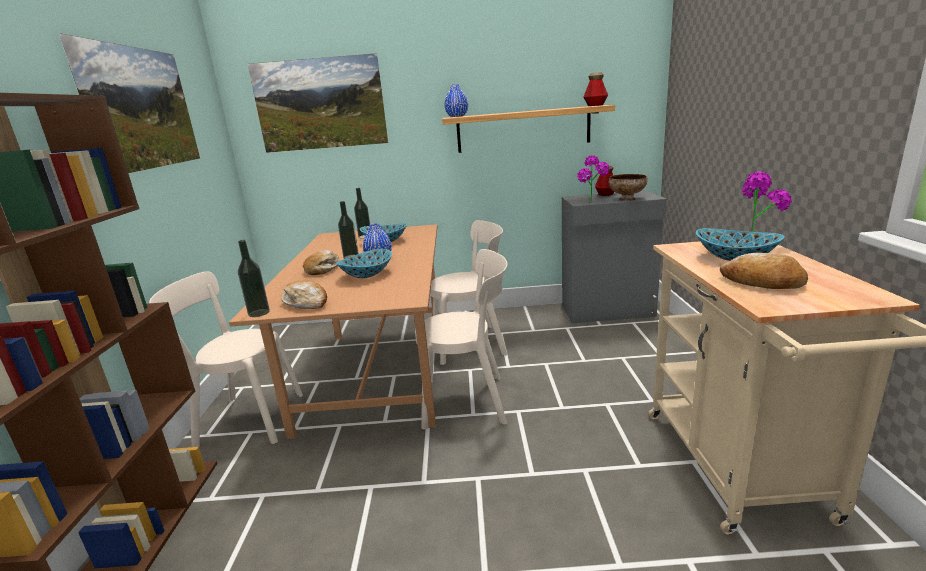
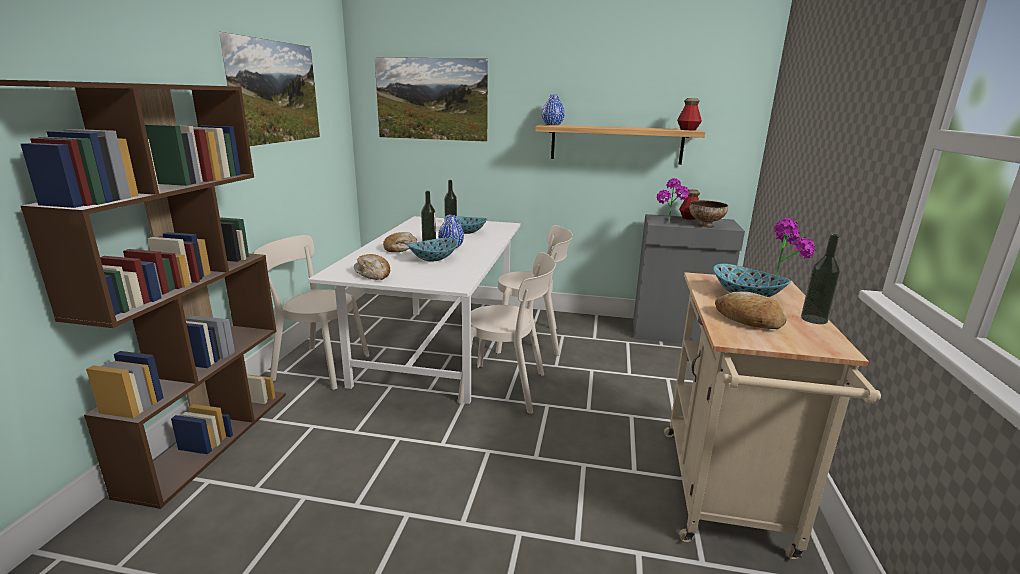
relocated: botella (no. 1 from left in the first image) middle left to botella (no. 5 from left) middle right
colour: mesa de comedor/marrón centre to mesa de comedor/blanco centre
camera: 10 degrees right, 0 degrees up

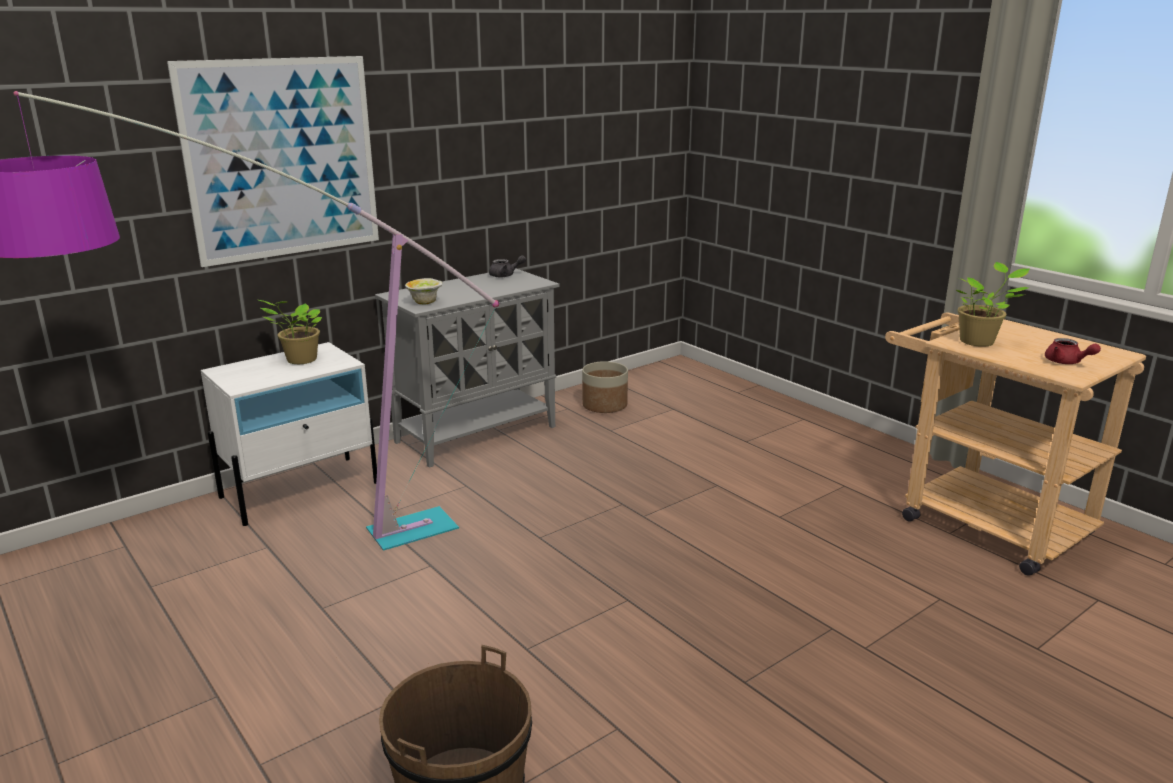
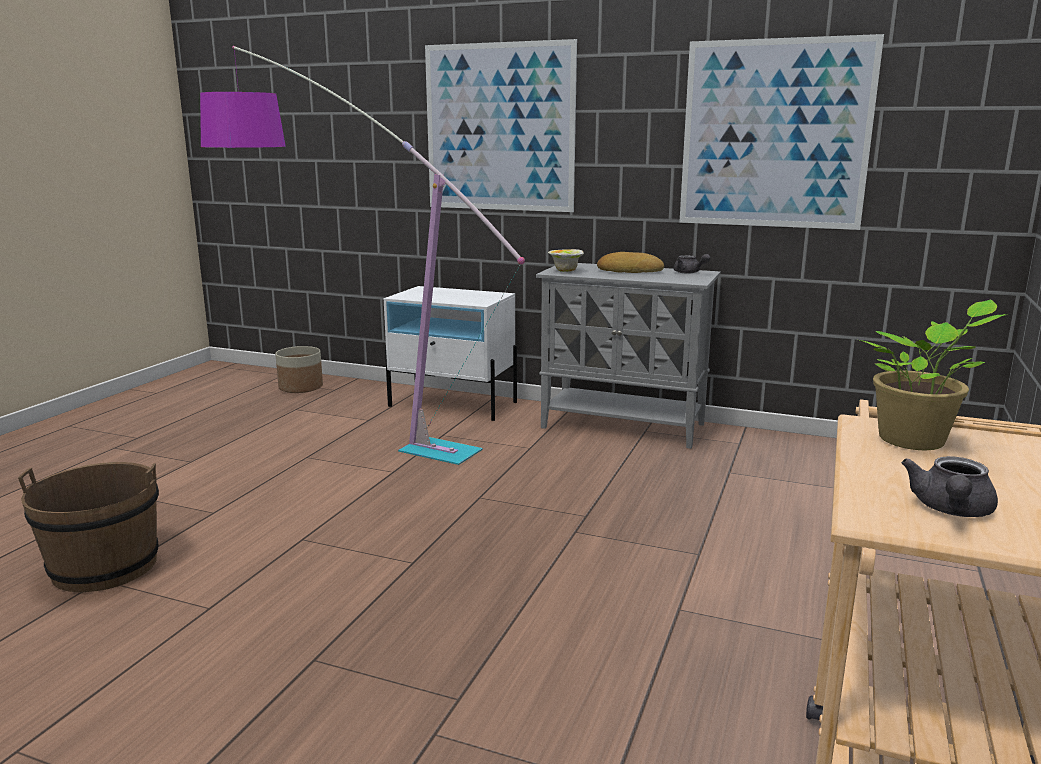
missing: planta en maceta (no. 1 from left) middle left
appeared: pan centre; cuadro (no. 2 from left) top right
relocated: maceta centre to middle left
colour: tetera/rojo middle right to tetera/gris (no. 2 from left) middle right
camera: 60 degrees right, 5 degrees down

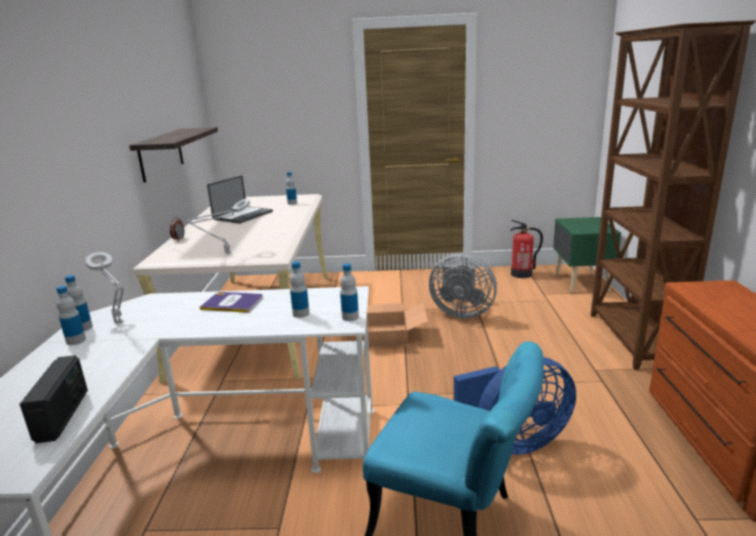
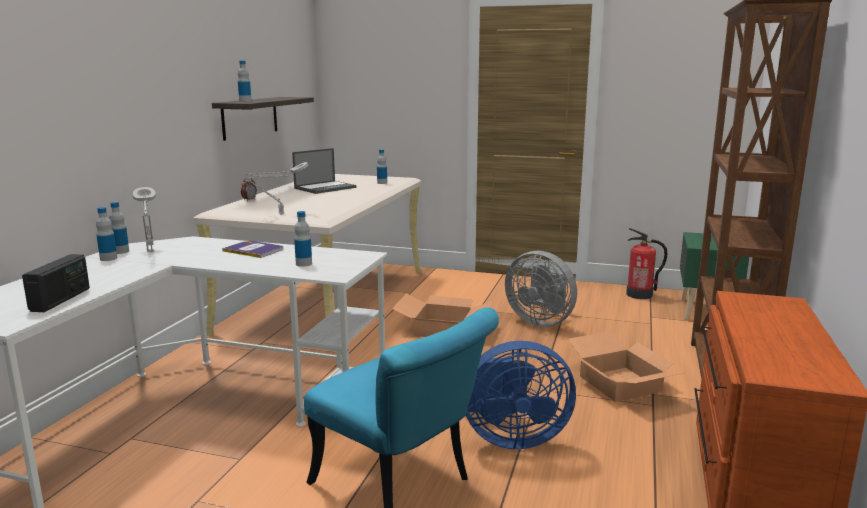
appeared: caja de cartón (no. 2 from left) bottom right
relocated: botella (no. 5 from left in the first image) centre to botella (no. 3 from left) top left
camera: 15 degrees right, 5 degrees down

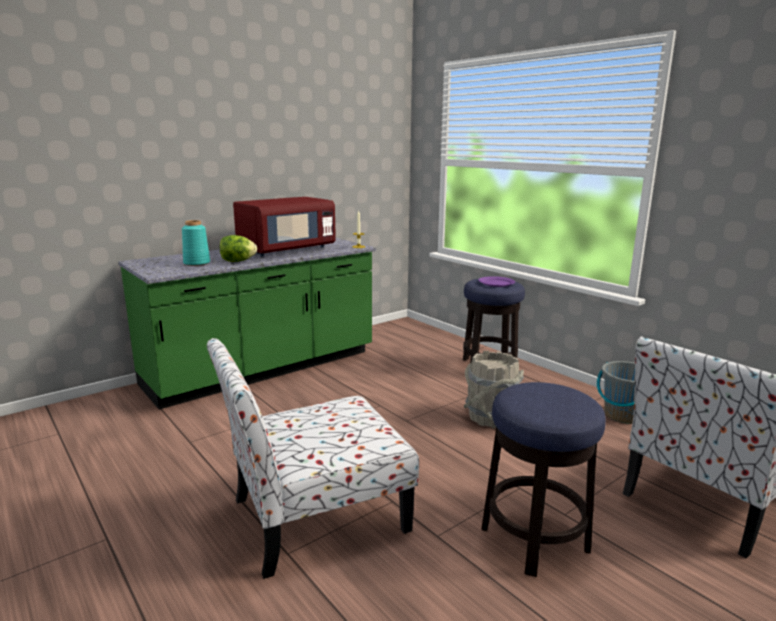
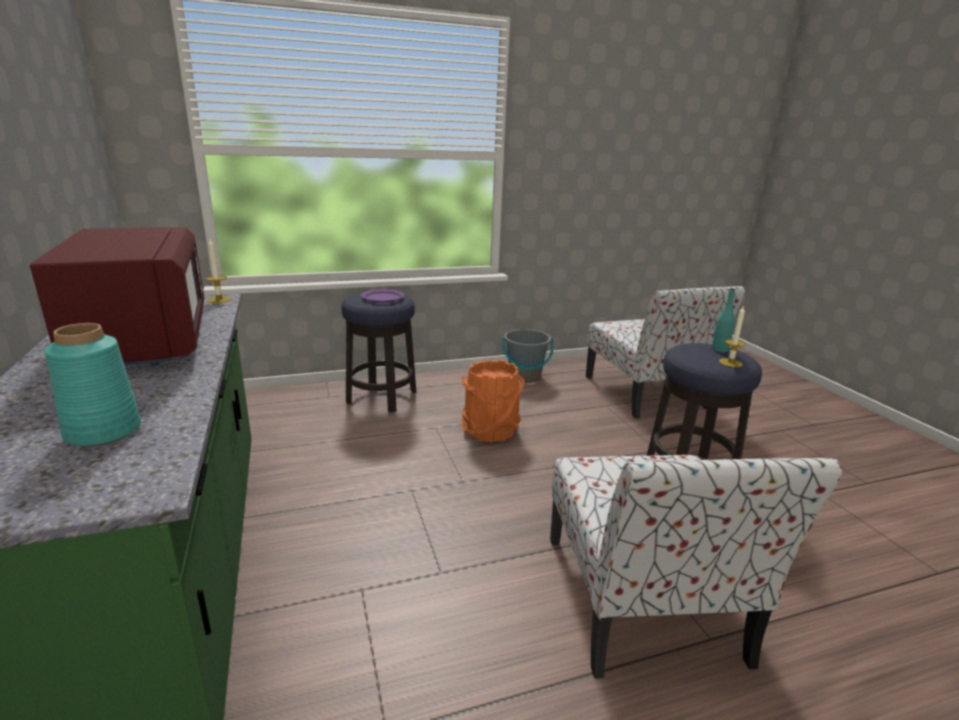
missing: lechuga middle left
appeared: botella/turquesa middle right; vela (no. 2 from left) middle right
colour: cubo/gris (no. 1 from left) centre to cubo/naranja centre
camera: 70 degrees left, 5 degrees up

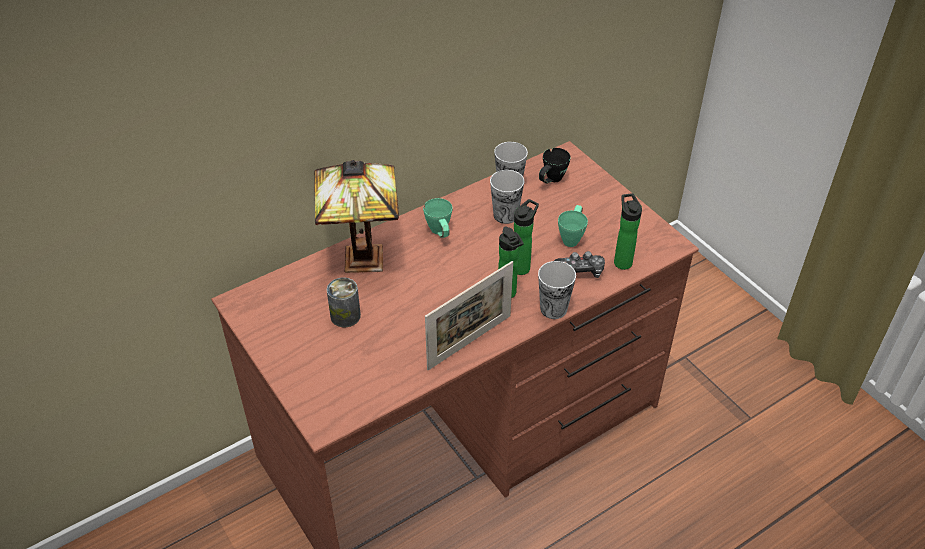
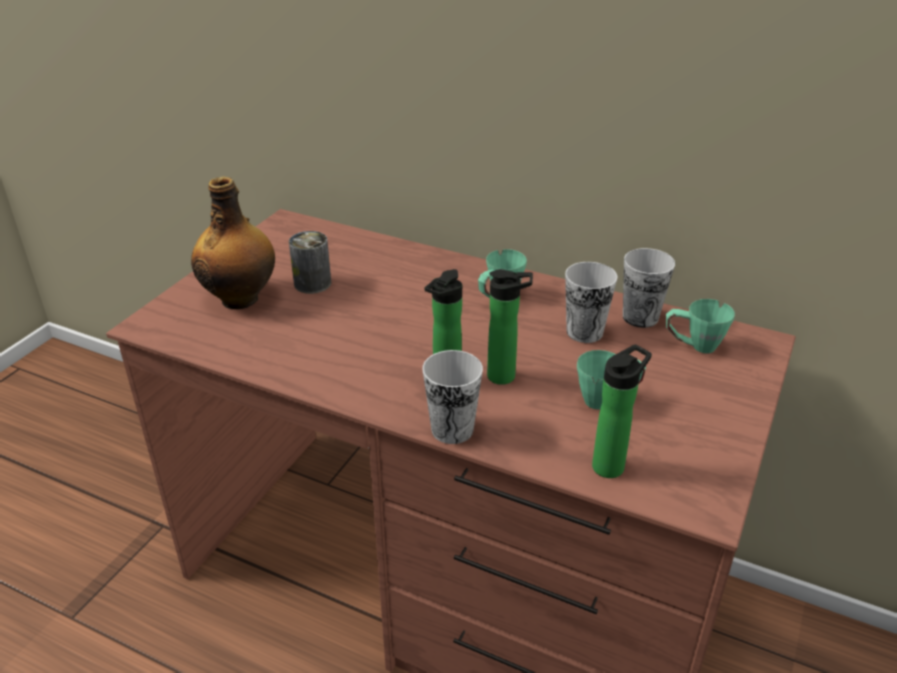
missing: lámpara de mesa centre; portarretratos centre; mando de consola centre
appeared: botella (no. 1 from left) middle left
colour: taza grande/negro top centre to taza grande/verde (no. 3 from left) middle right
camera: 60 degrees right, 10 degrees down

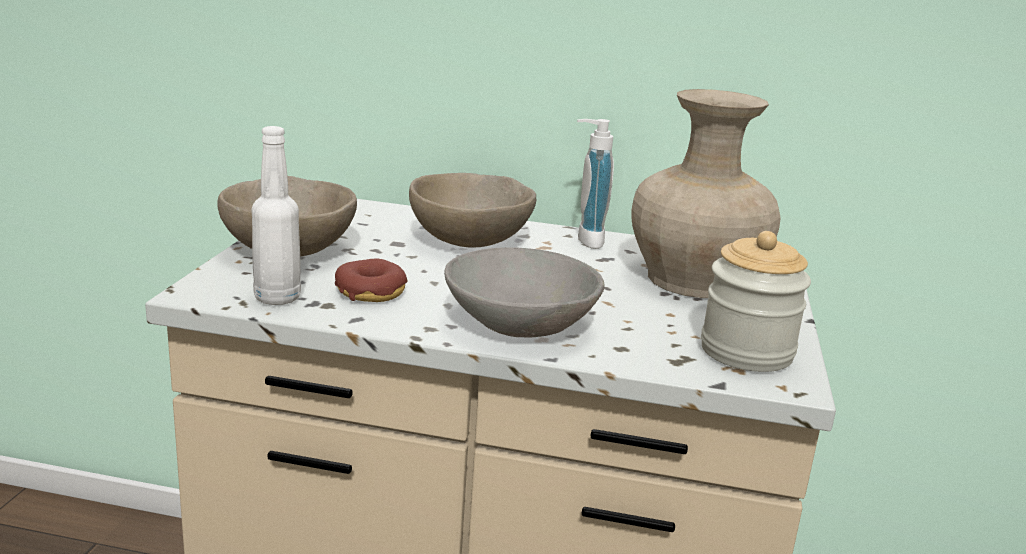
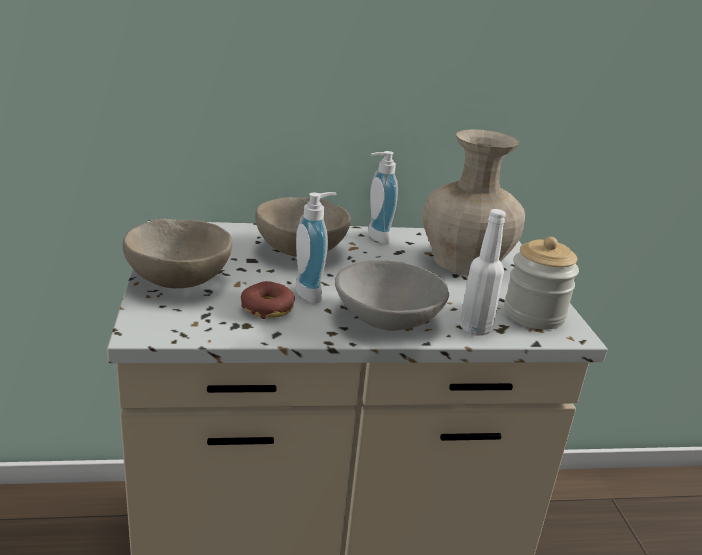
appeared: dispensador de jabón (no. 1 from left) centre
relocated: botella/blanco middle left to middle right
camera: 20 degrees left, 5 degrees up

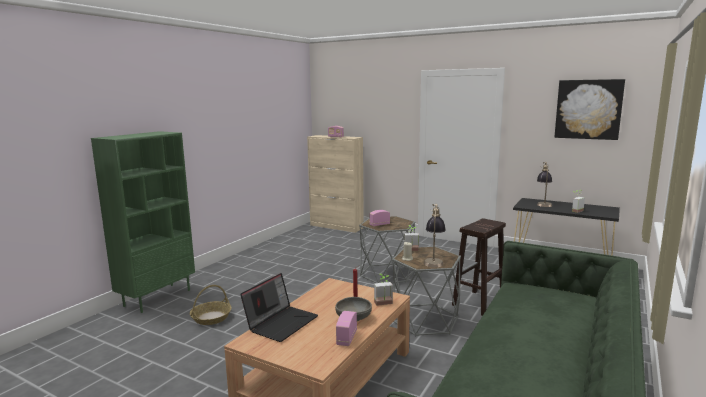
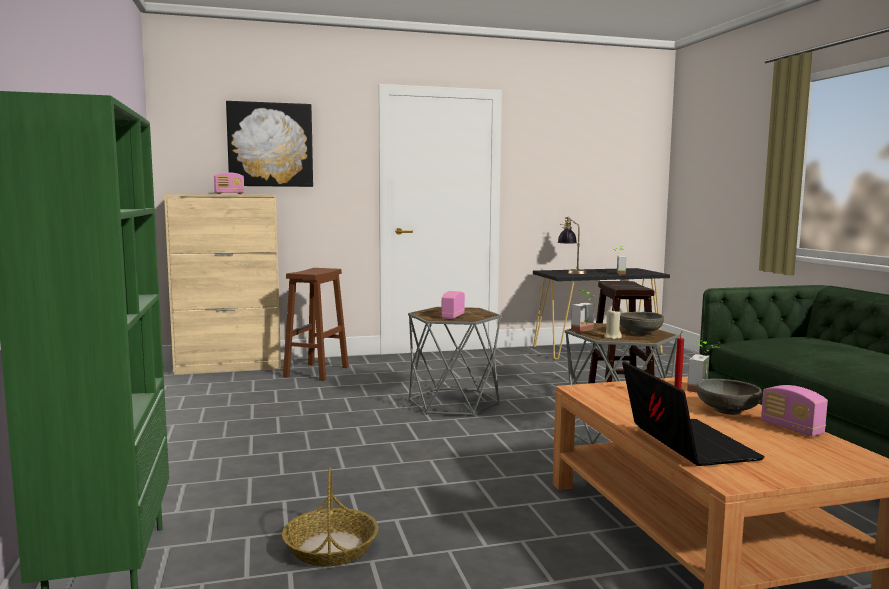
appeared: taburete/marrón (no. 1 from left) centre
relocated: cuadro top right to top left
exchanged: lámpara de mesa (no. 1 from left) centre to cuenco/gris (no. 1 from left) middle right
camera: 45 degrees left, 5 degrees down

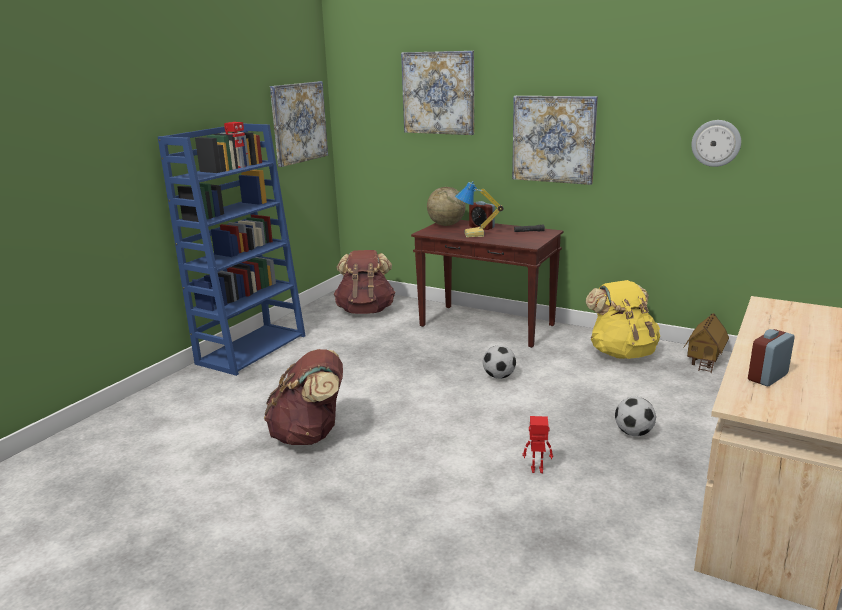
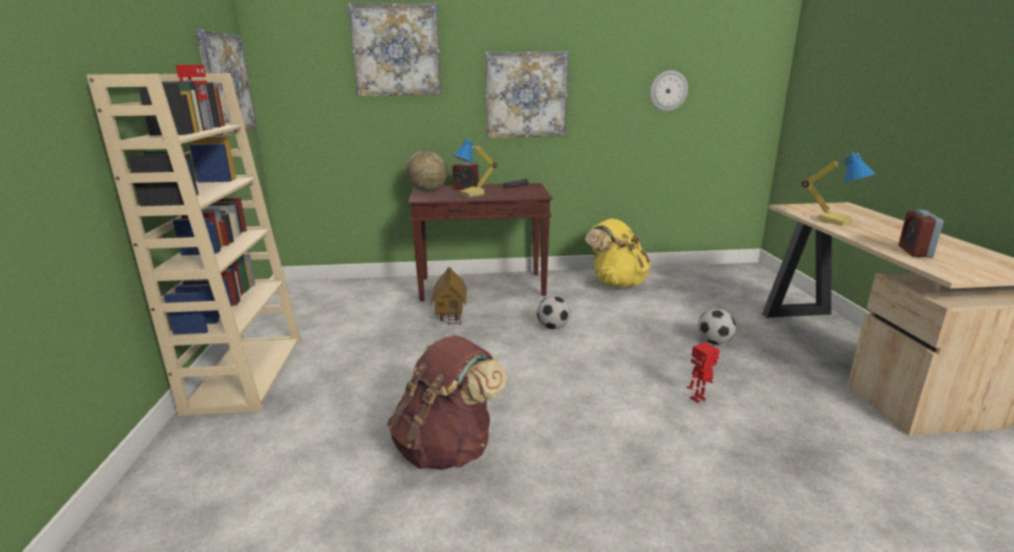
missing: mochila/marrón (no. 2 from left) centre
appeared: lámpara de mesa (no. 2 from left) middle right
relocated: casita middle right to centre
colour: estantería/azul middle left to estantería/beis middle left
camera: 35 degrees left, 0 degrees up

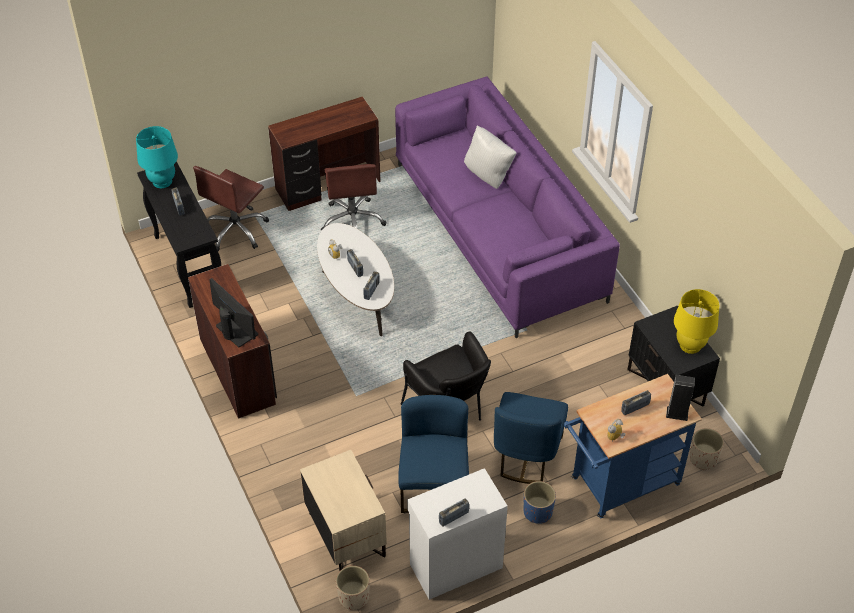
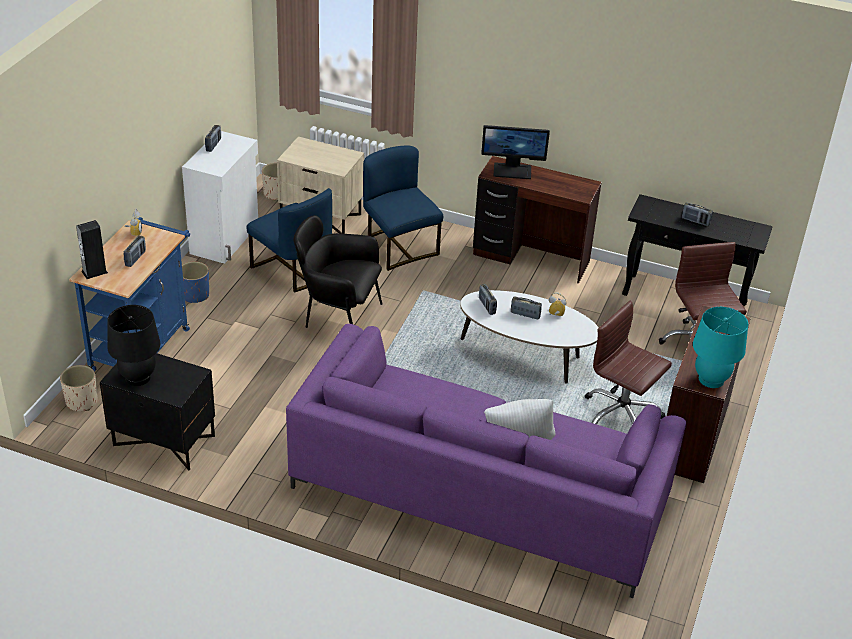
relocated: silla/azul (no. 2 from left) bottom centre to top centre; lámpara de mesa/turquesa top left to middle right
colour: lámpara de mesa/amarillo middle right to lámpara de mesa/negro middle left
camera: 135 degrees right, 10 degrees down

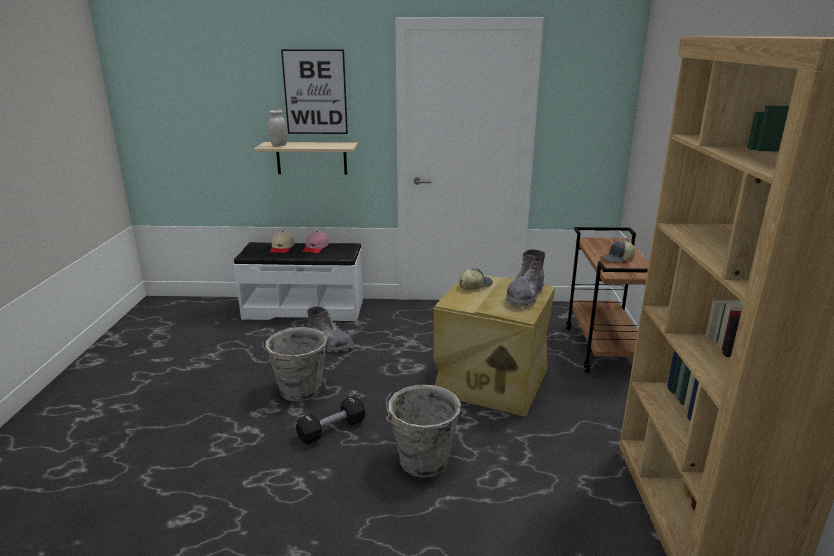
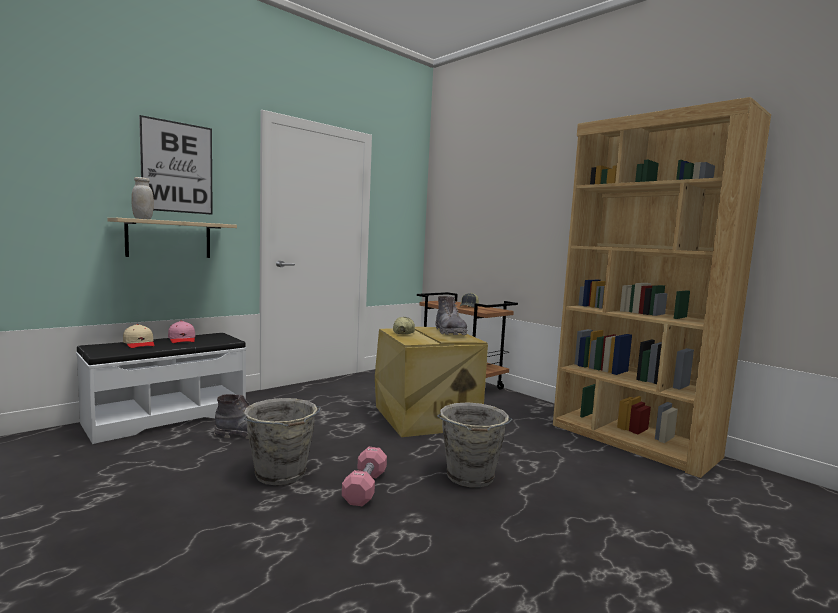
colour: mancuerna/negro bottom centre to mancuerna/rosa bottom centre
camera: 45 degrees left, 15 degrees down

